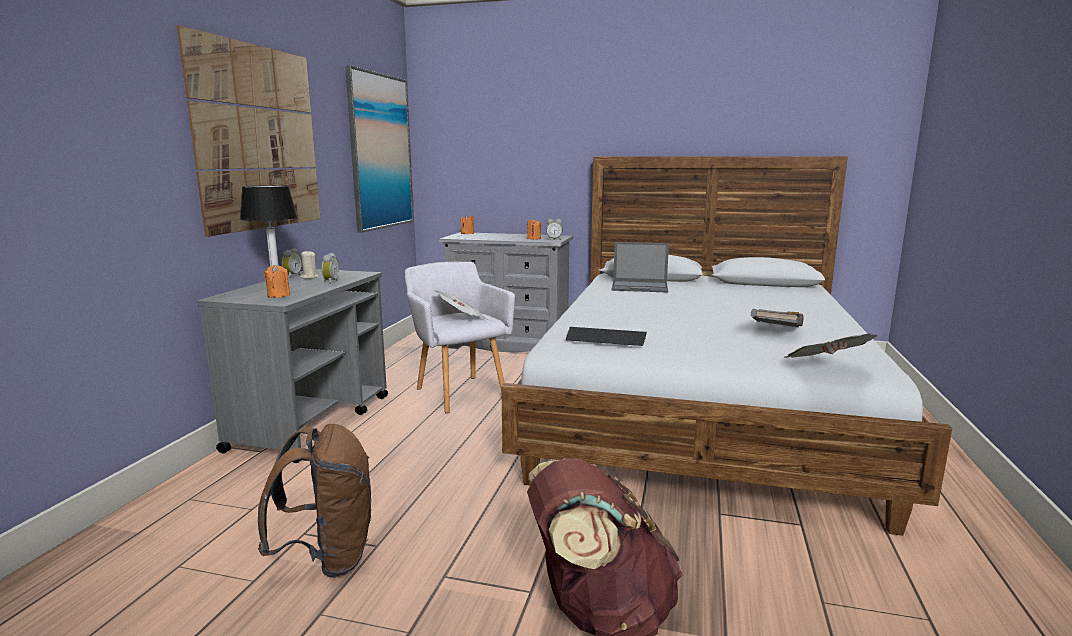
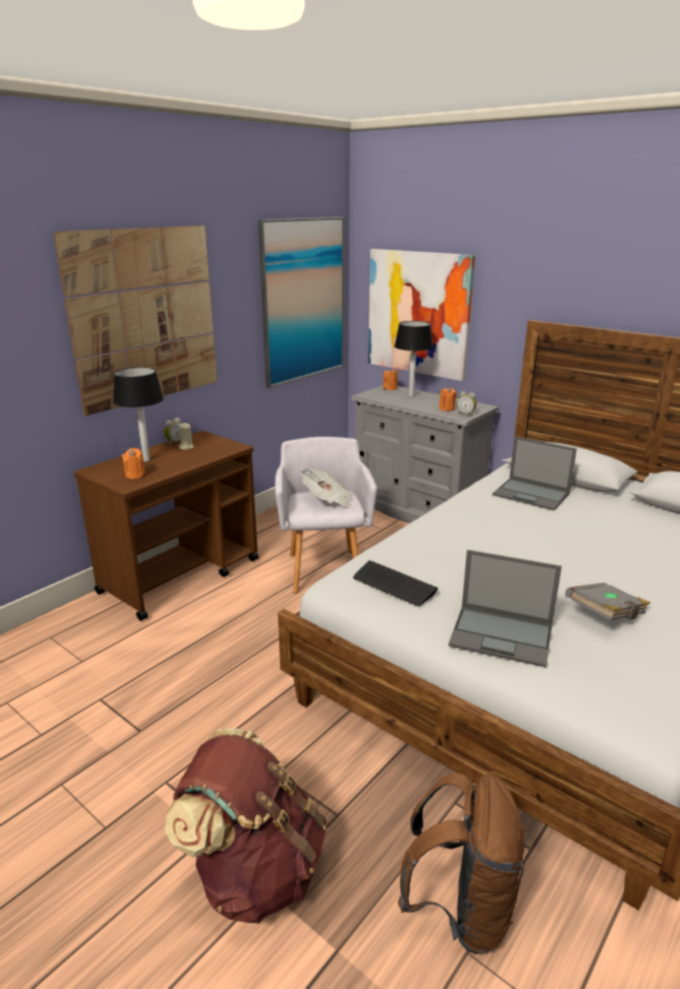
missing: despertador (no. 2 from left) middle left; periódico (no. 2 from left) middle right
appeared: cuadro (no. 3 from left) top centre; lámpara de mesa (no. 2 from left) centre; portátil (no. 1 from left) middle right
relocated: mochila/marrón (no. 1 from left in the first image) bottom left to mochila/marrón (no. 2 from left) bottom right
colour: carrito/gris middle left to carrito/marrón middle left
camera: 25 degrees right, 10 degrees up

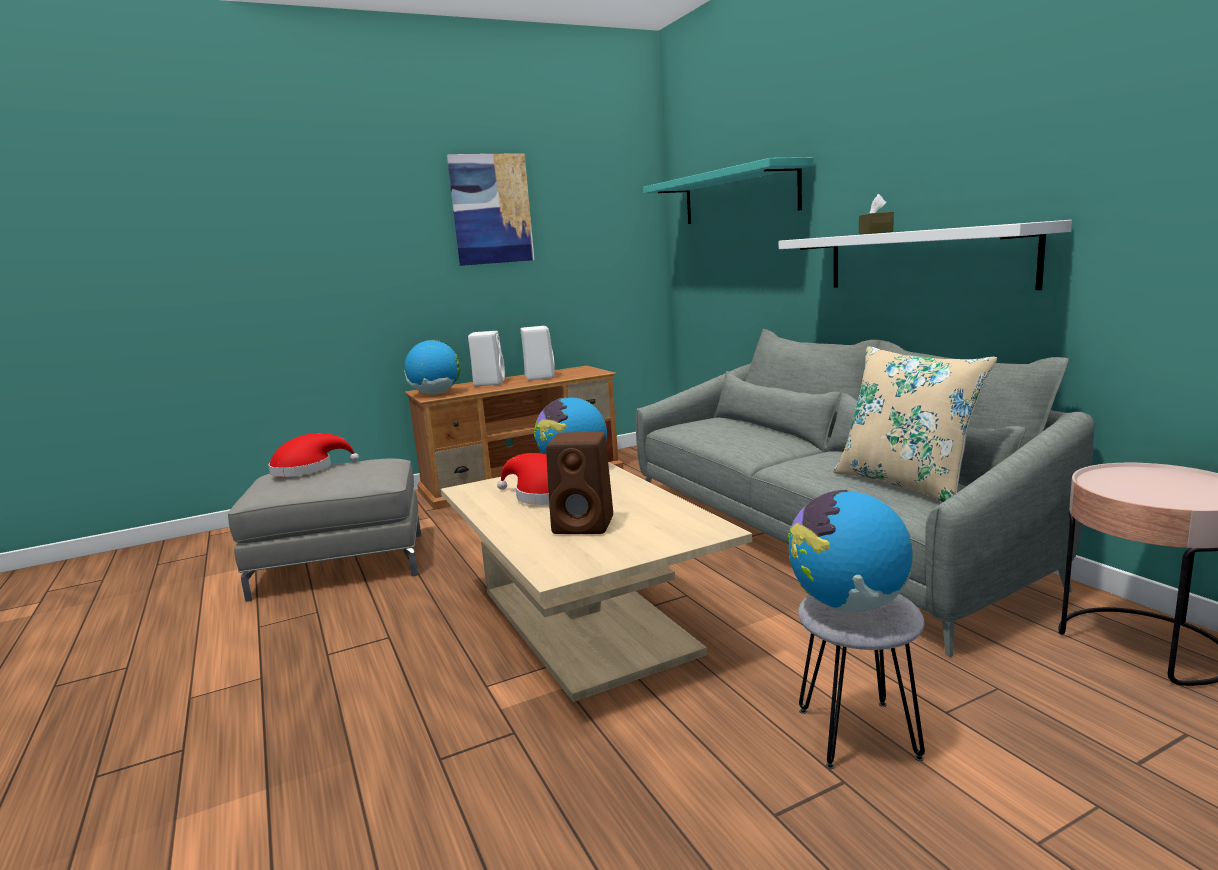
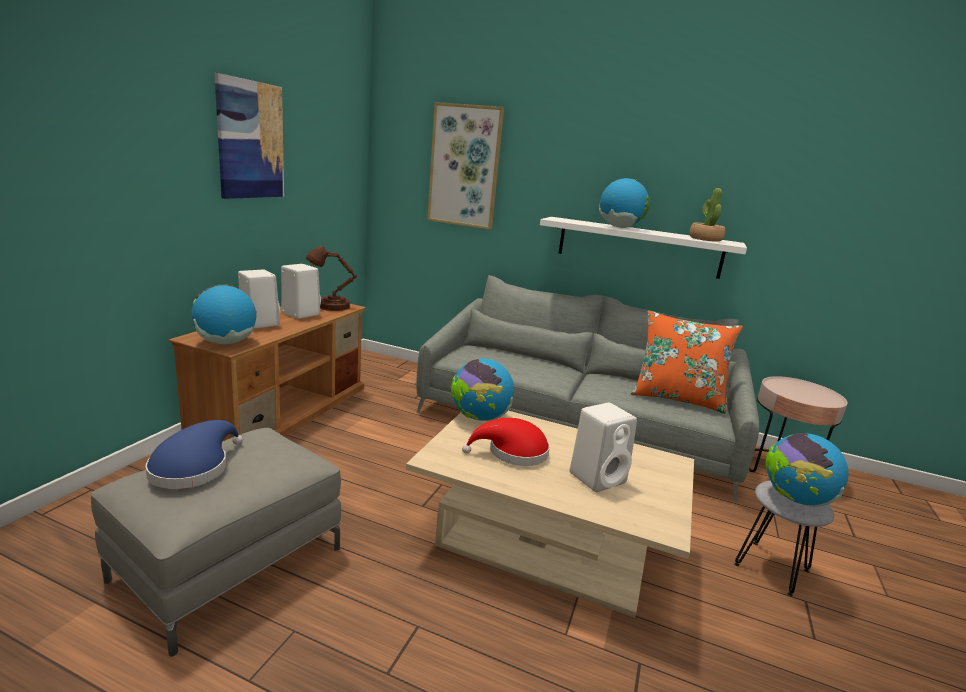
appeared: lámpara de mesa/marrón centre; planta en maceta top right
exchanged: estante/turquesa top centre to cuadro (no. 2 from left) top centre; caja de pañuelos/marrón top right to globo terráqueo (no. 3 from left) top centre
colour: sombrero/rojo (no. 1 from left) middle left to sombrero/azul middle left; altavoz/marrón centre to altavoz/blanco (no. 3 from left) centre; cojín/beis middle right to cojín/naranja middle right
camera: 45 degrees left, 5 degrees up

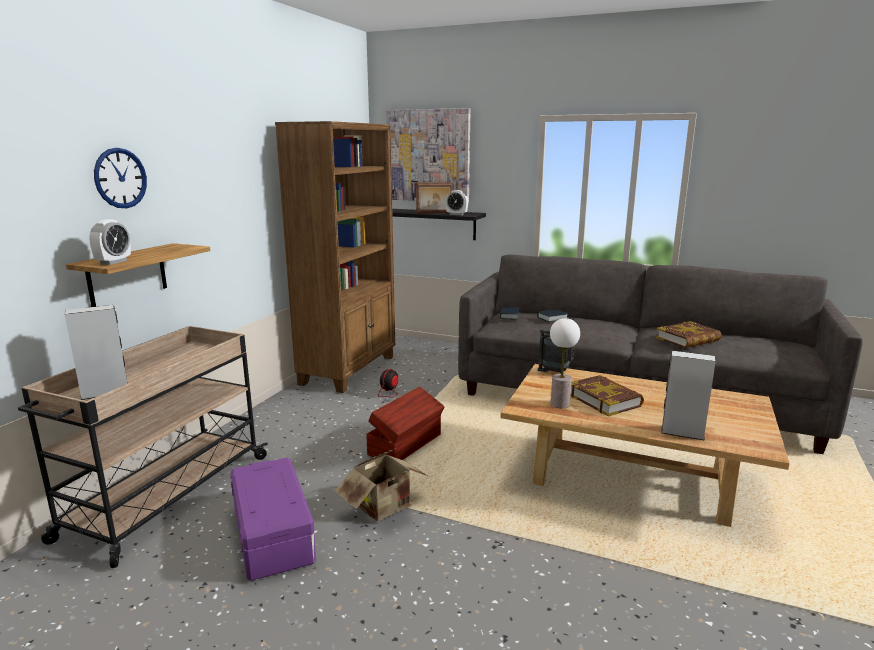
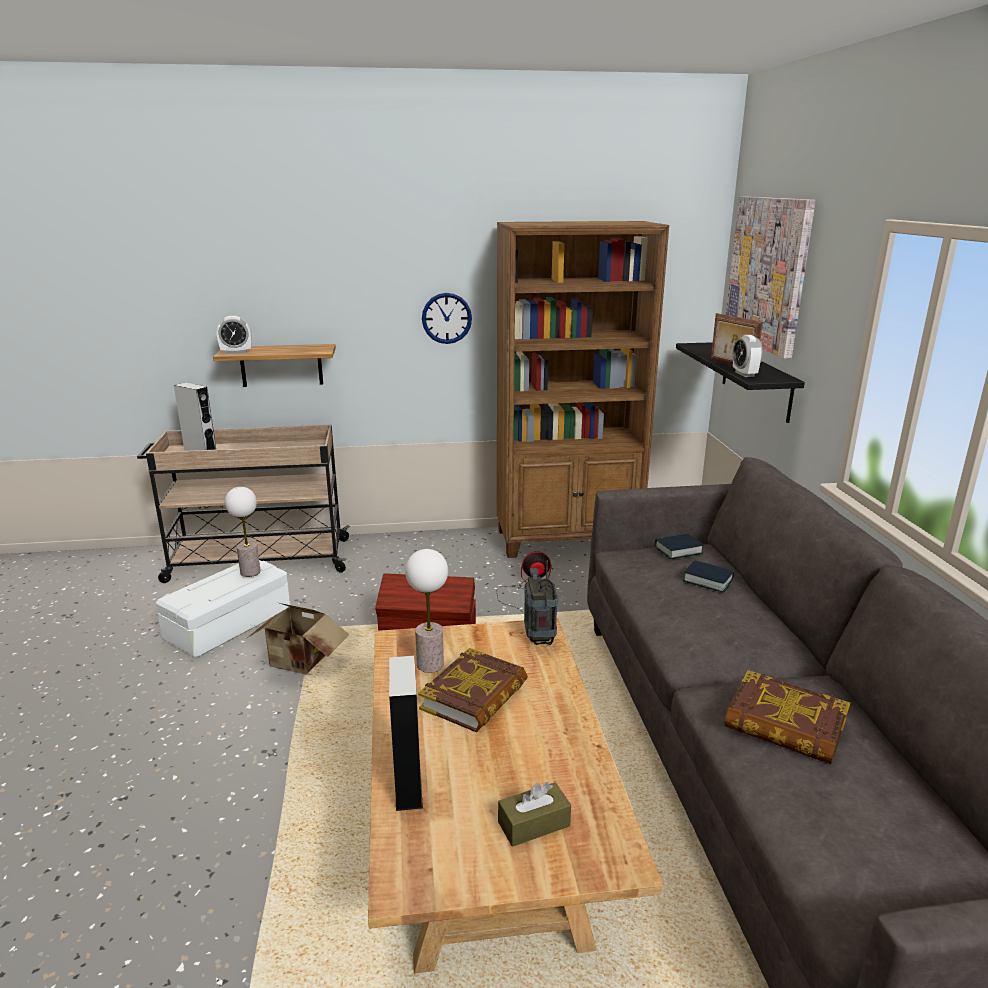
appeared: lámpara de mesa (no. 1 from left) middle left; caja de pañuelos/marrón bottom centre
relocated: reloj de pared top left to top centre
colour: caja de almacenaje/morado bottom left to caja de almacenaje/blanco middle left
camera: 60 degrees right, 5 degrees up

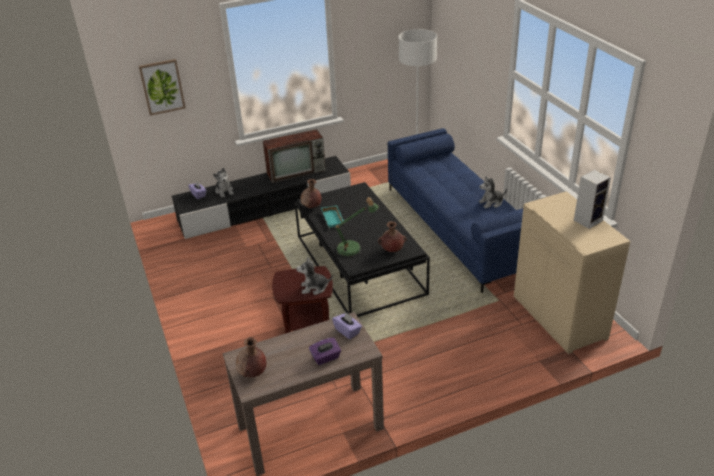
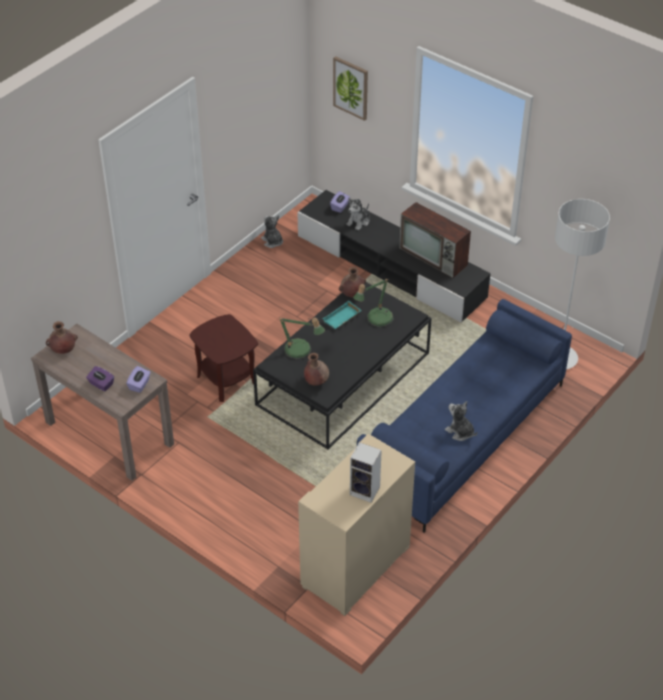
appeared: lámpara de mesa (no. 2 from left) centre
relocated: peluche (no. 2 from left in the first image) centre to peluche (no. 1 from left) top centre
camera: 60 degrees right, 10 degrees up

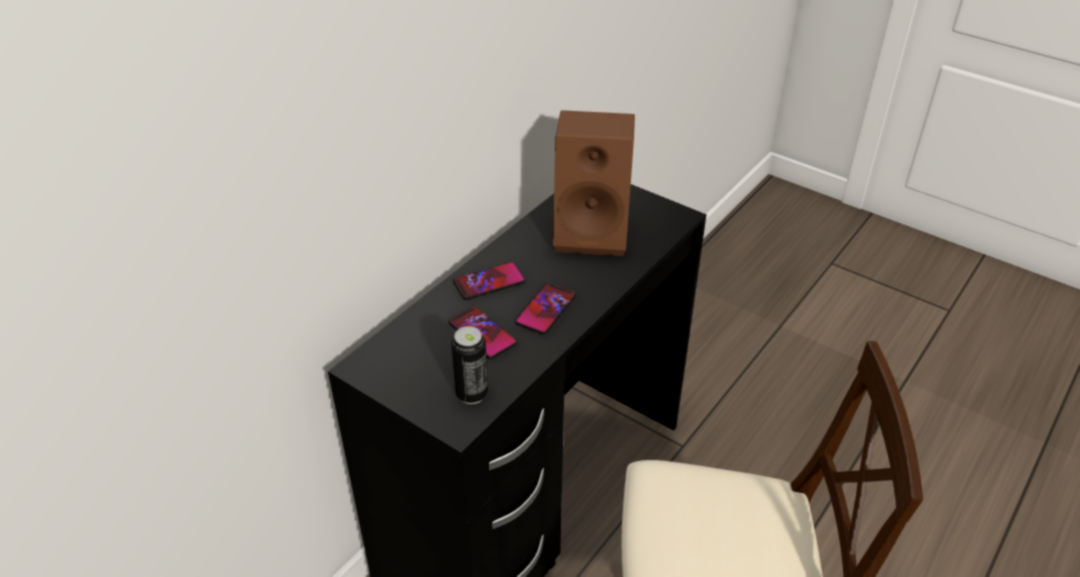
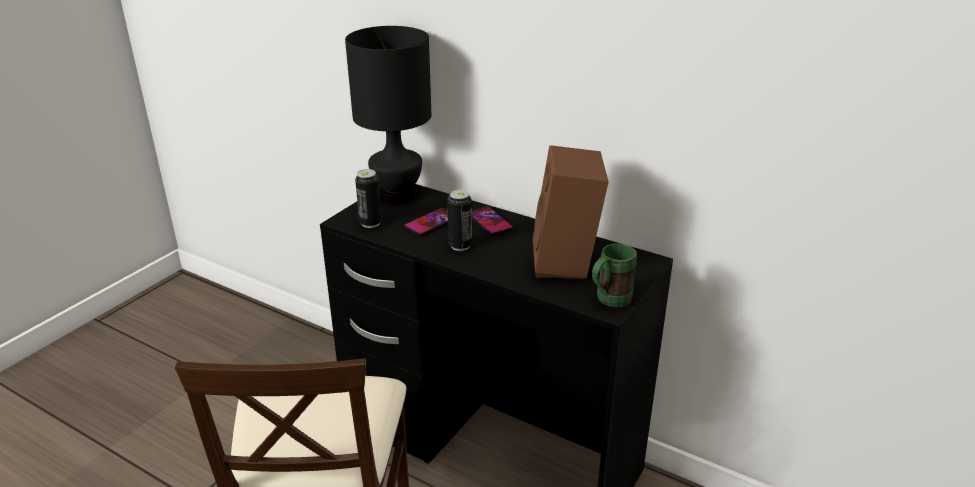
appeared: lámpara de mesa/negro top centre; taza grande/verde centre
exchanged: móvil (no. 3 from left) centre to lata (no. 2 from left) centre
camera: 85 degrees right, 10 degrees down

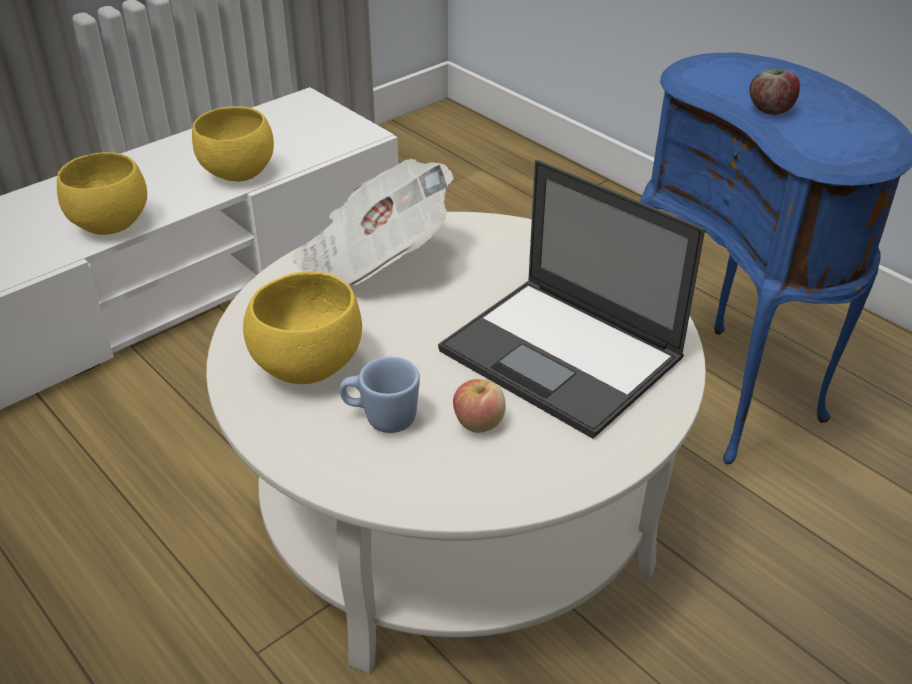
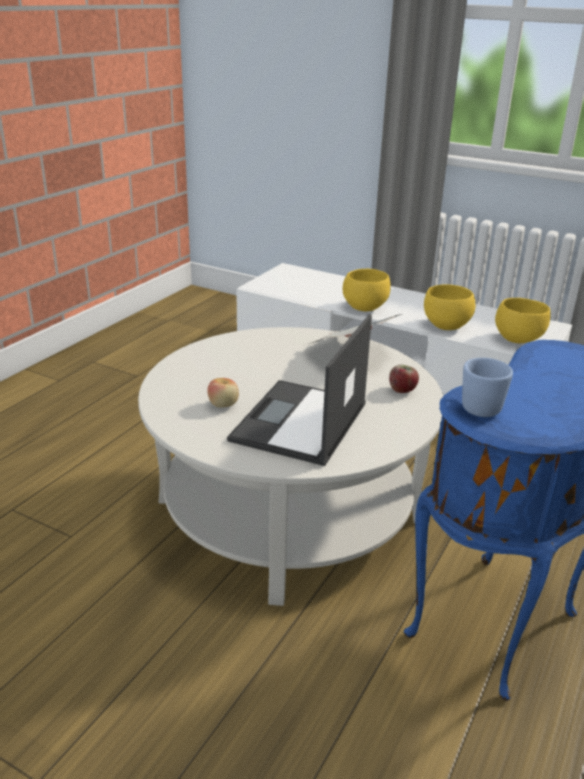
relocated: manzana (no. 2 from left) top right to middle right; taza grande/azul centre to middle right; cuenco/amarillo (no. 3 from left) middle left to middle right
camera: 70 degrees right, 10 degrees down

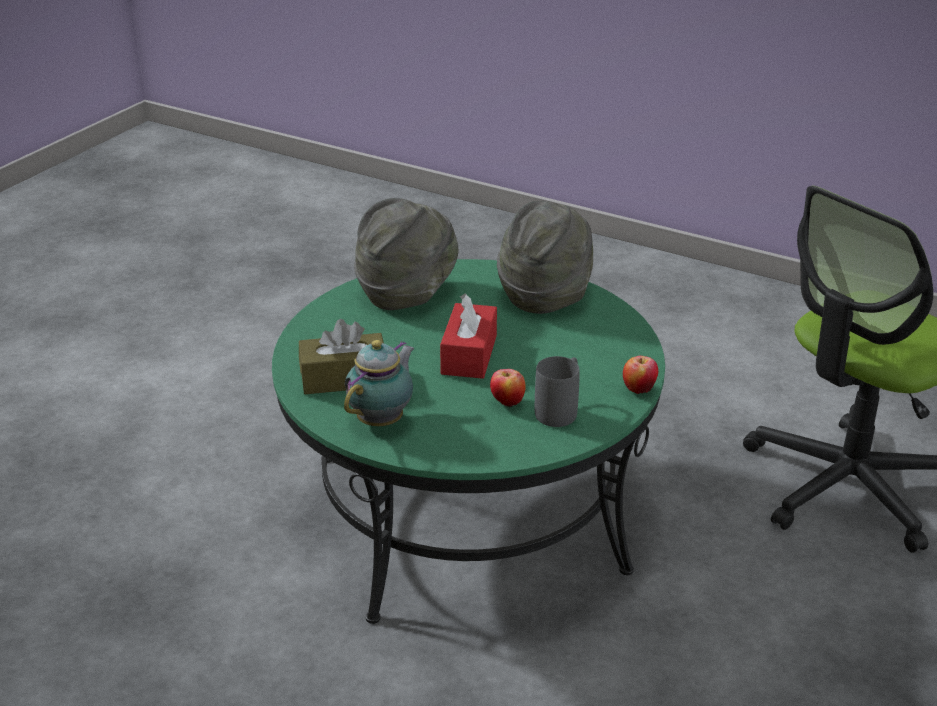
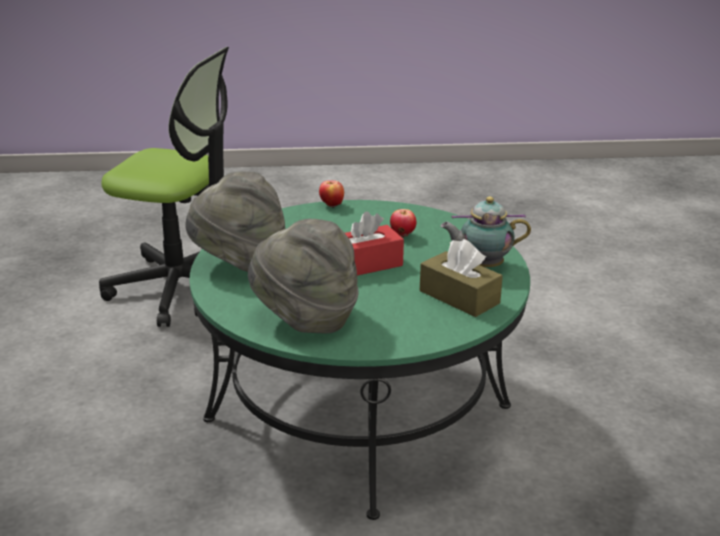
missing: taza grande/gris centre
camera: 125 degrees left, 5 degrees down

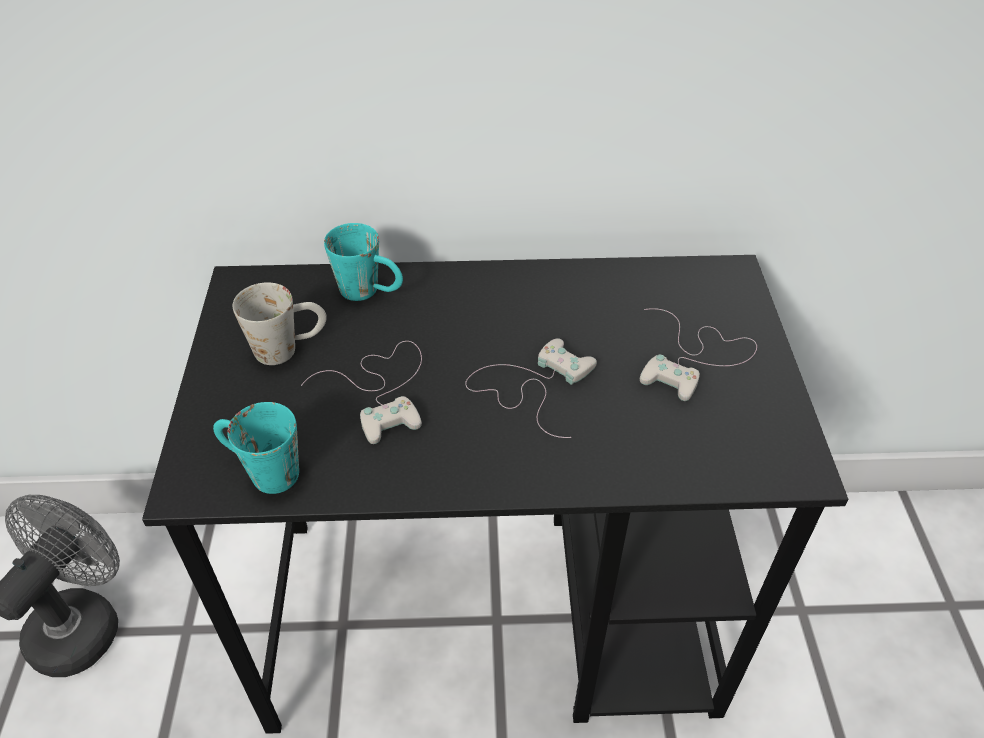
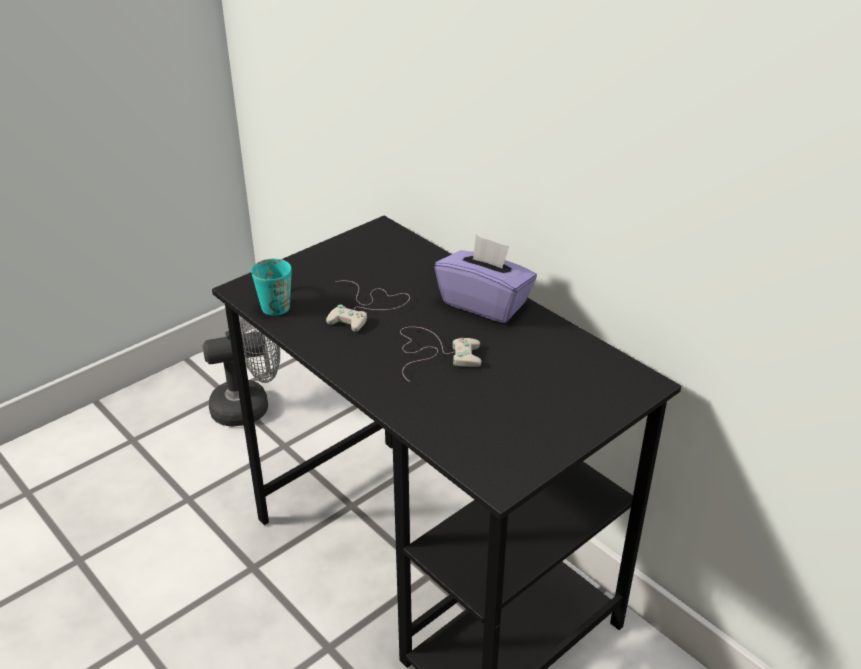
missing: taza grande/blanco middle left; taza grande/turquesa (no. 2 from left) centre; mando de consola/blanco (no. 3 from left) middle right
appeared: caja de pañuelos/morado centre
camera: 50 degrees right, 10 degrees down

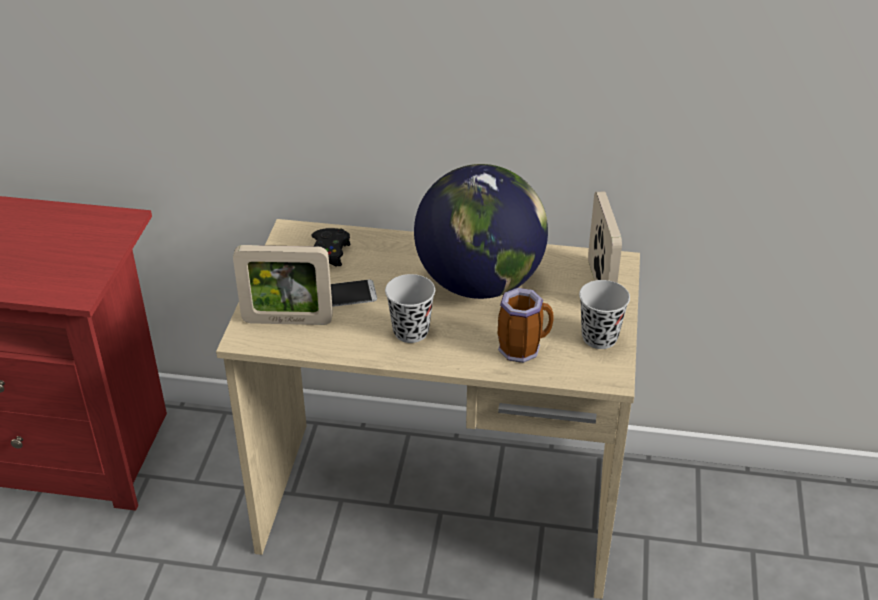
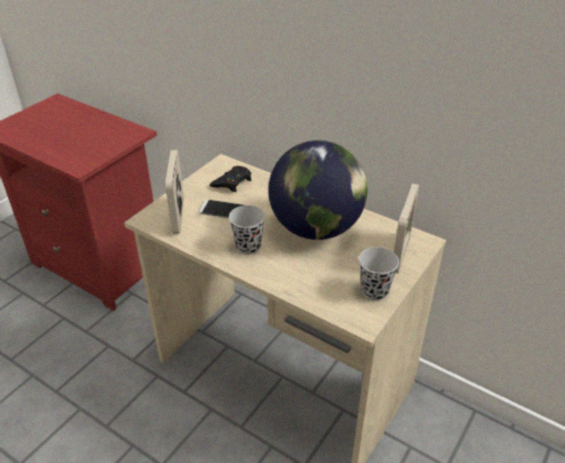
missing: taza grande centre
spun: portarretratos (no. 1 from left) middle left = middle left 60 degrees clockwise
camera: 25 degrees right, 0 degrees up

